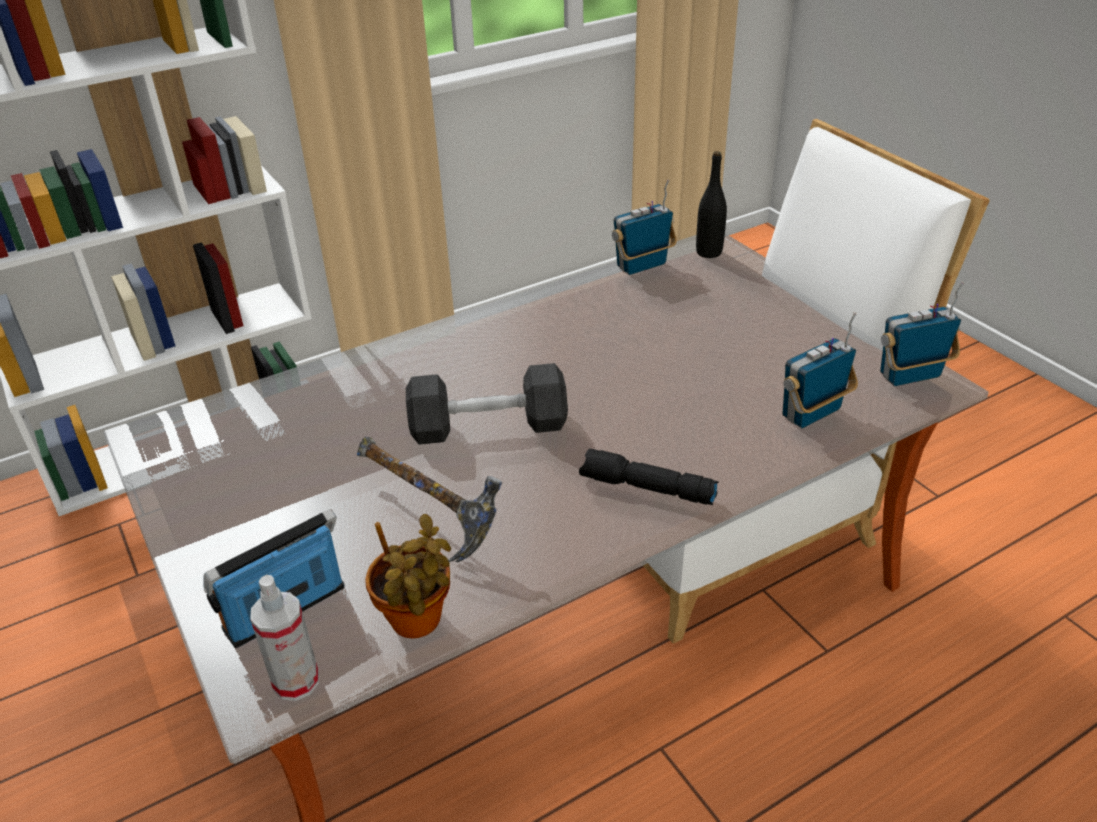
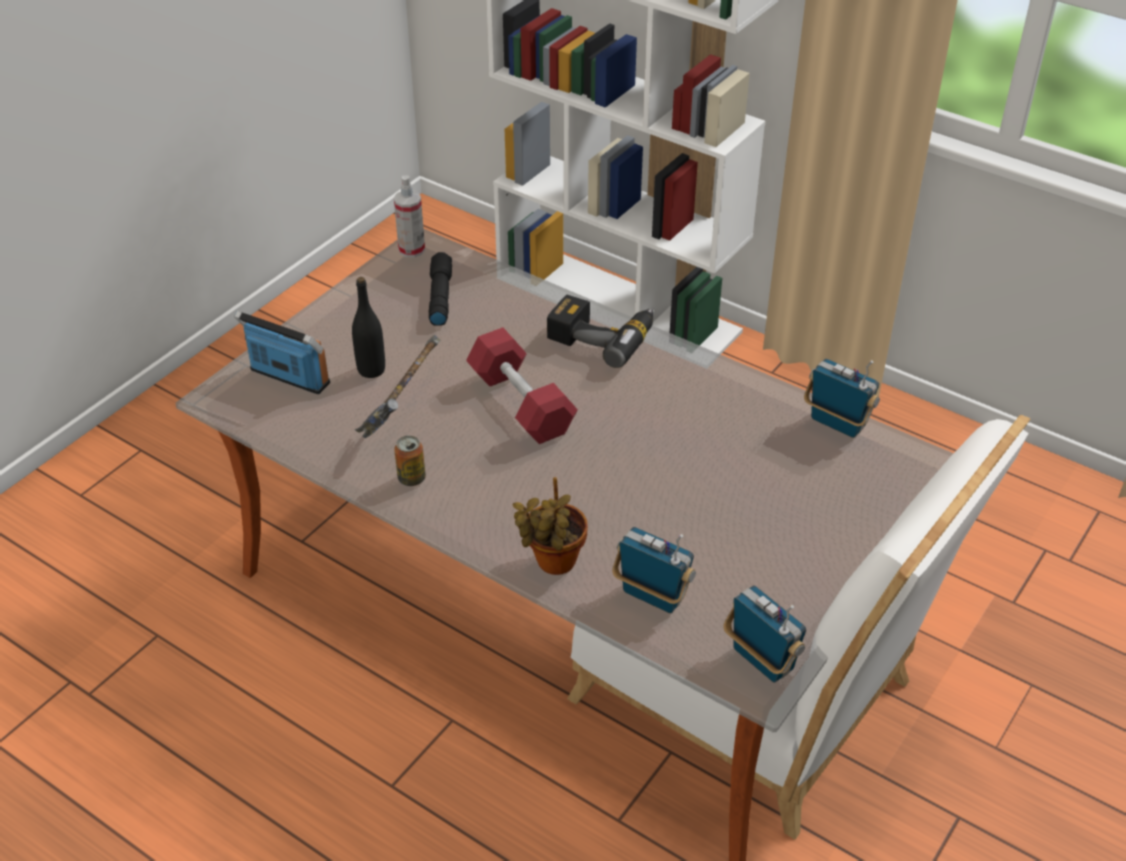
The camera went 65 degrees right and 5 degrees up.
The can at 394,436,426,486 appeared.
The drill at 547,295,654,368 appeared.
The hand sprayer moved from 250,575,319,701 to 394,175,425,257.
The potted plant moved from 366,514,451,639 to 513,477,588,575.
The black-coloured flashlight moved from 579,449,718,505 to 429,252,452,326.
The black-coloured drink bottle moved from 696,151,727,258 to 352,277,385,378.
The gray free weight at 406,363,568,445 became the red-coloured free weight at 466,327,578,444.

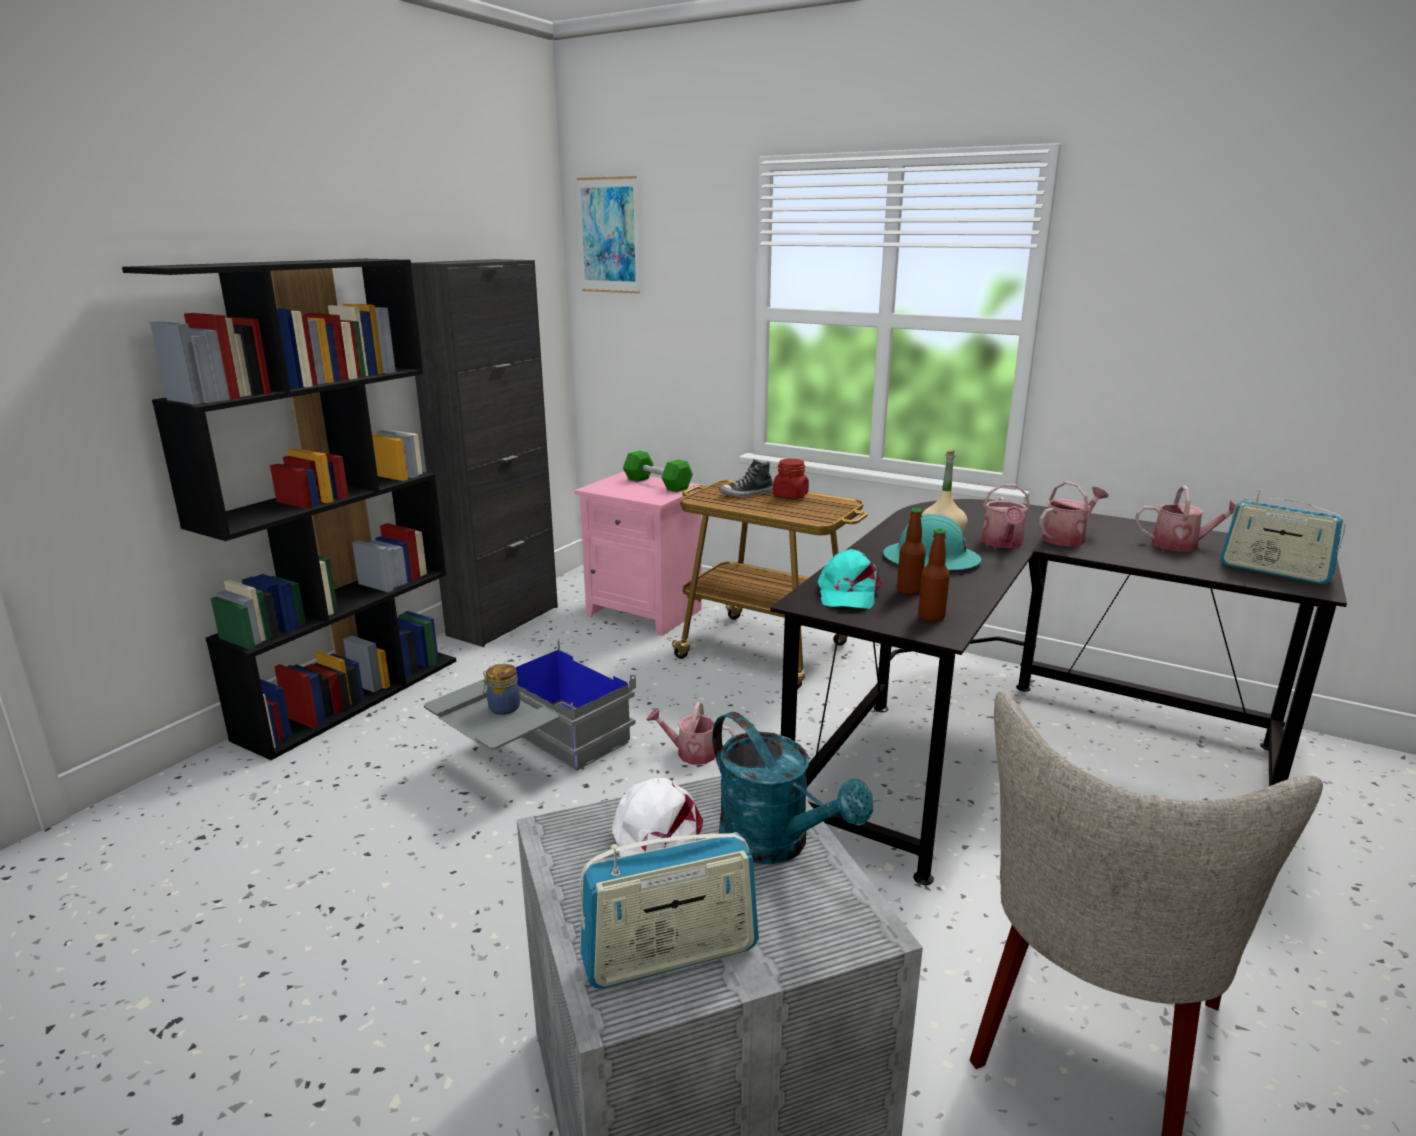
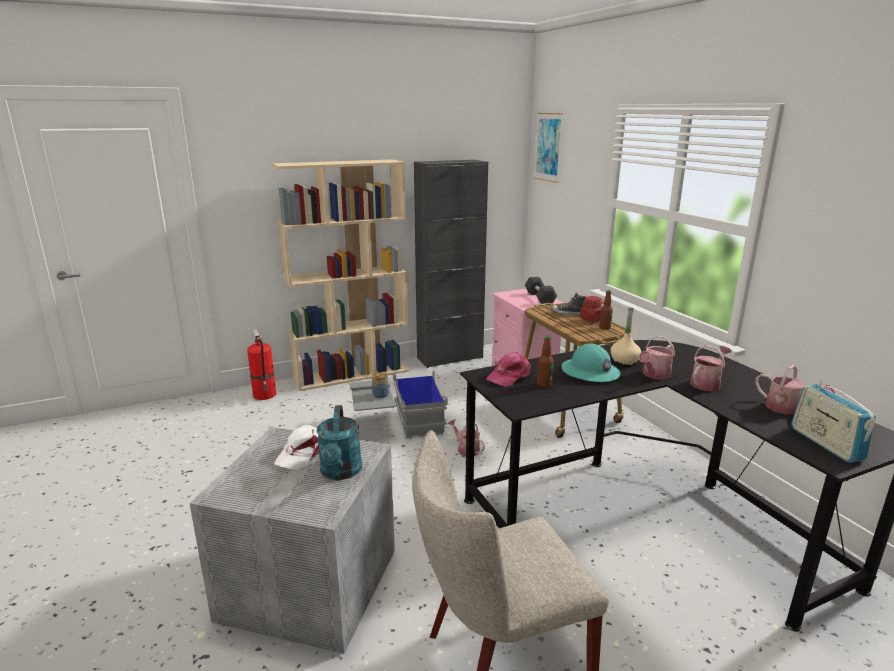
The camera went 35 degrees right and 0 degrees up.
The radio at 580,832,759,989 disappeared.
The fire extinguisher at 247,329,276,400 appeared.
The drink bottle moved from 918,529,950,622 to 599,290,613,330.
The black-coloured bookcase at 122,259,456,760 became the beige bookcase at 272,159,409,391.
The green free weight at 623,451,693,492 became the black-coloured free weight at 525,277,557,304.
The turquoise-coloured cap at 818,549,882,609 became the pink-coloured cap at 486,352,531,387.
The watering pot at 1039,481,1108,546 turned 45 degrees counterclockwise.

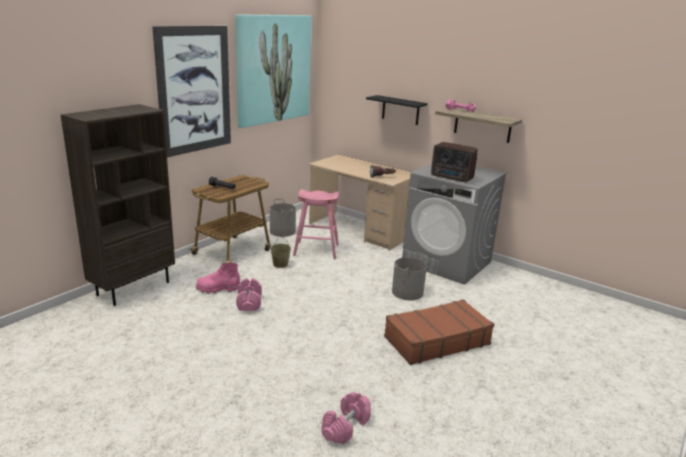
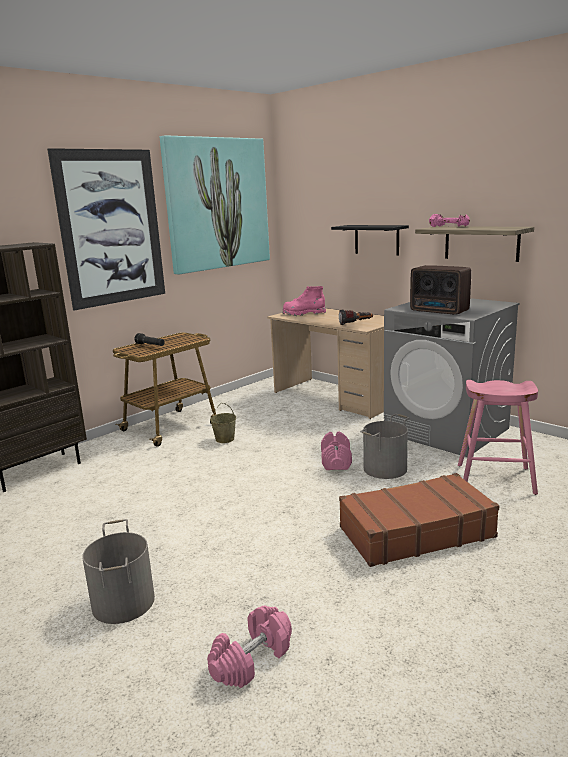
The camera went 10 degrees right and 5 degrees down.
The pink-coloured boot moved from 196,263,240,294 to 282,286,326,316.
The pink-coloured free weight moved from 236,278,262,311 to 321,432,352,470.
The gray pail moved from 270,198,296,237 to 82,519,155,624.
The pink-coloured sitting stool moved from 293,189,339,259 to 458,380,538,495.

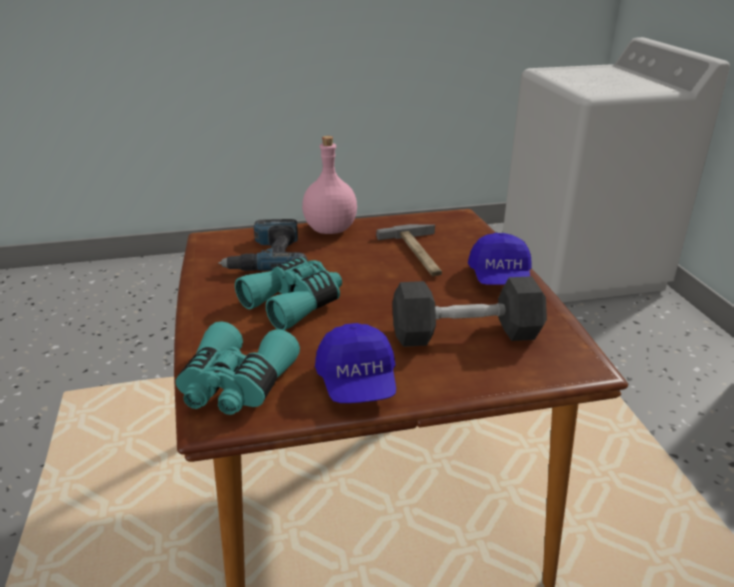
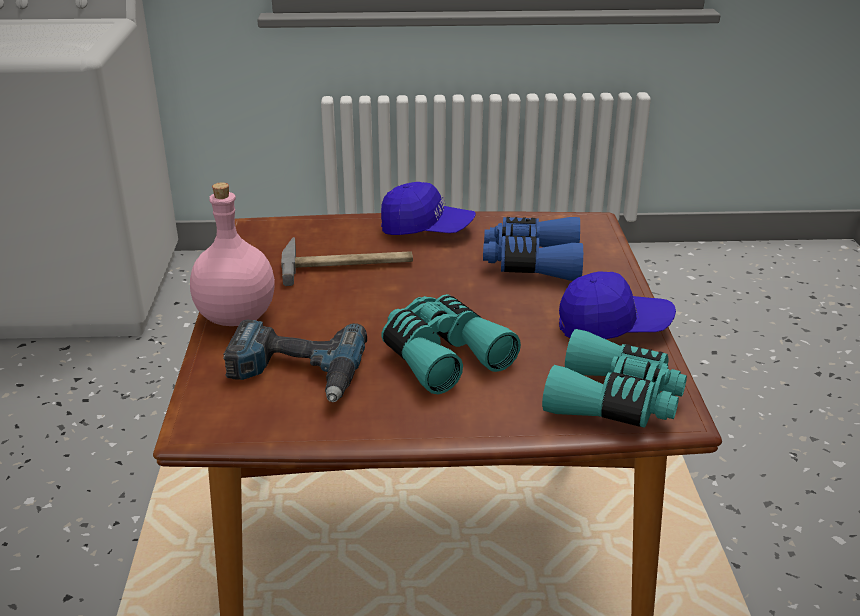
The camera went 80 degrees left and 0 degrees up.
The gray free weight at 392,276,547,347 was replaced by the blue-coloured field glasses at 483,217,583,281.

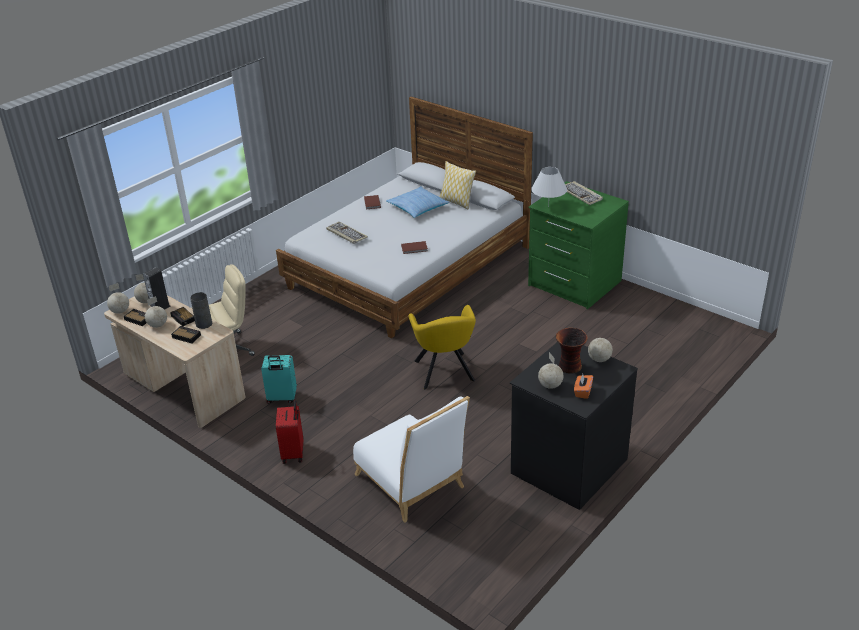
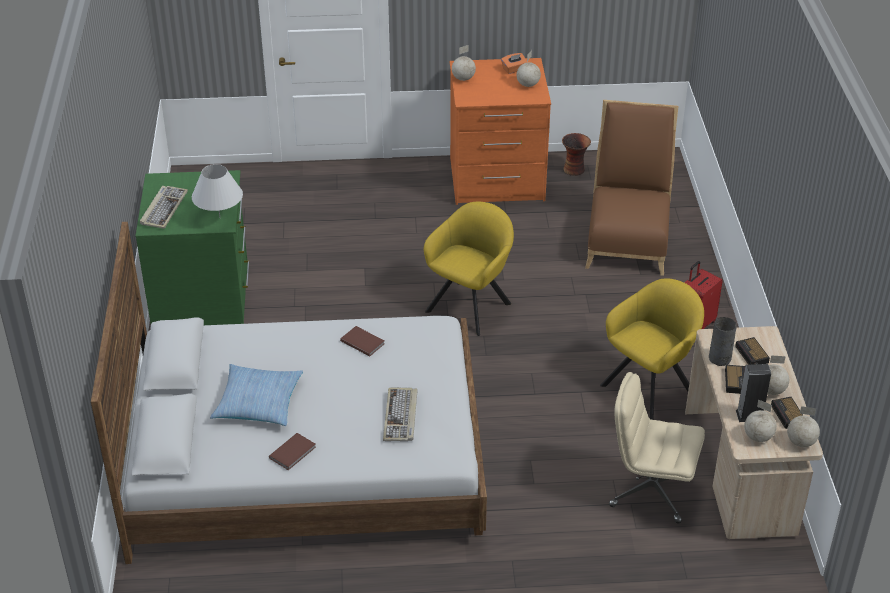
The camera went 135 degrees left and 5 degrees up.
The pillow at 439,161,476,209 disappeared.
The decorative vase moved from 556,328,588,374 to 562,133,591,176.
The turquoise-coloured piece of luggage at 261,355,297,404 was replaced by the yellowish easy chair at 600,278,704,420.
The whitish plain chair at 353,396,470,523 became the brownish plain chair at 585,100,678,276.
The black-coloured dresser at 510,342,638,510 became the orange-coloured dresser at 450,58,551,205.

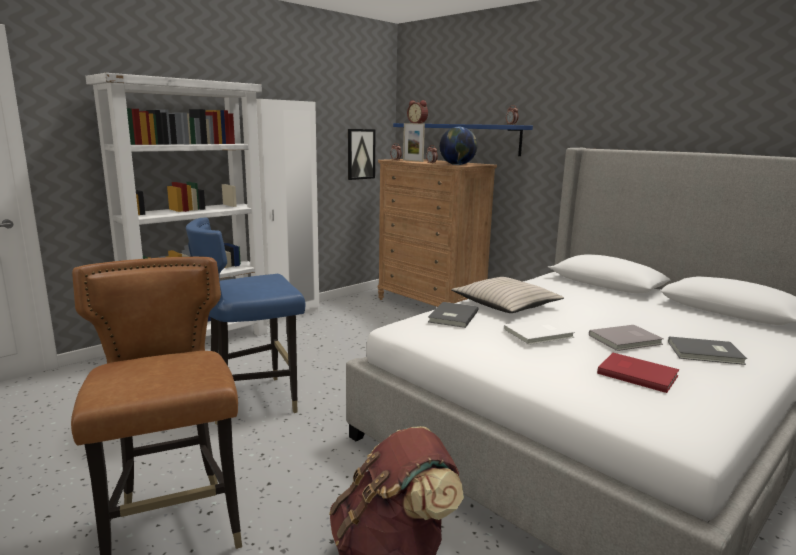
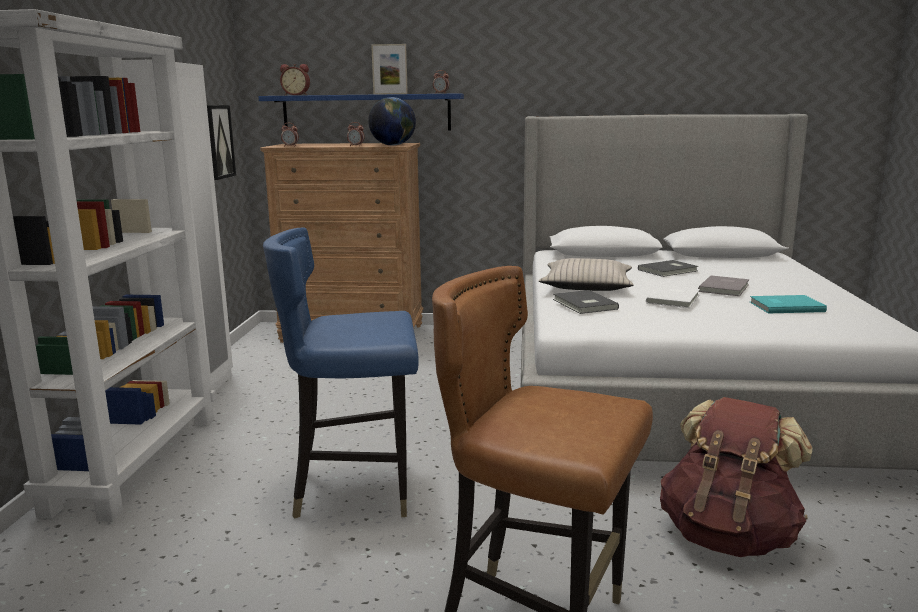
The camera went 40 degrees left and 0 degrees up.
The picture frame moved from 403,123,425,162 to 371,44,408,95.
The gray book moved from 668,336,747,365 to 638,260,698,277.
The red-coloured book at 597,353,679,393 became the turquoise-coloured book at 750,295,827,313.
The blue-coloured plain chair at 186,217,305,425 turned 60 degrees clockwise.

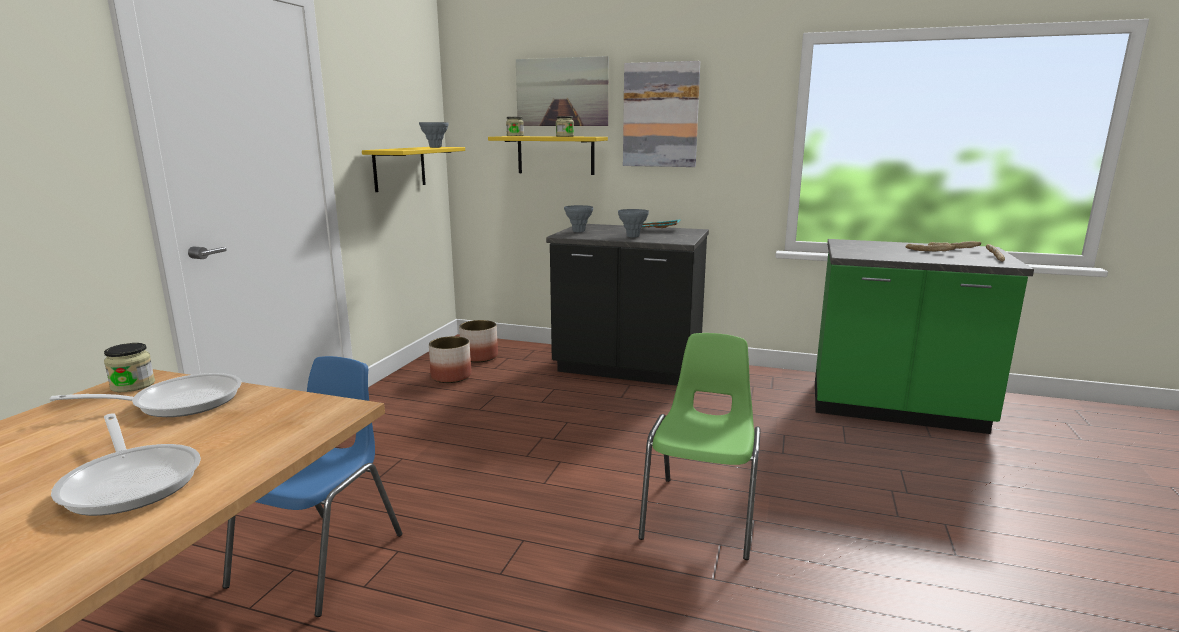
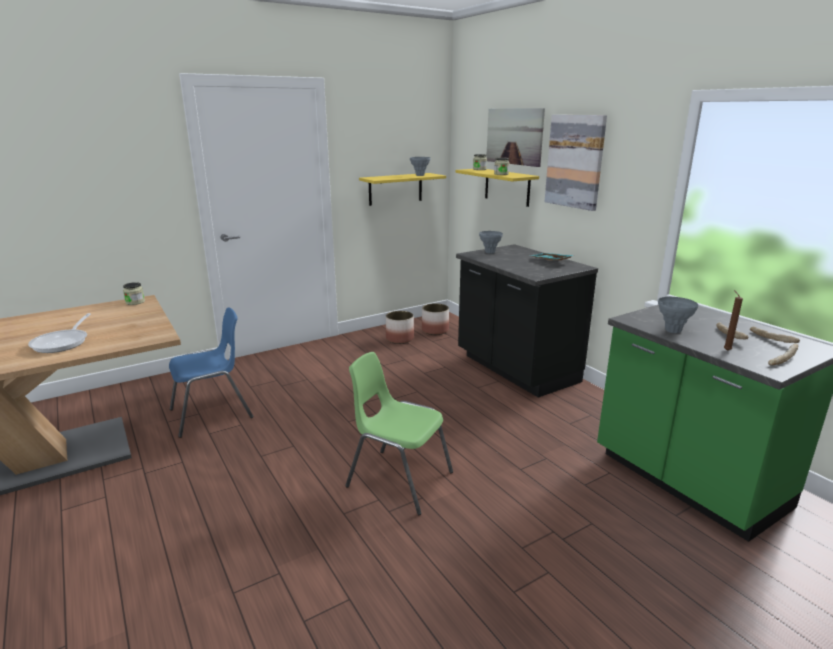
The camera went 40 degrees right and 5 degrees up.
The skillet at 50,373,241,417 disappeared.
The brownish wax candle at 724,290,743,351 appeared.
The gray decorative vase moved from 618,209,649,238 to 658,297,698,333.
The green plain chair at 638,333,760,560 turned 120 degrees counterclockwise.

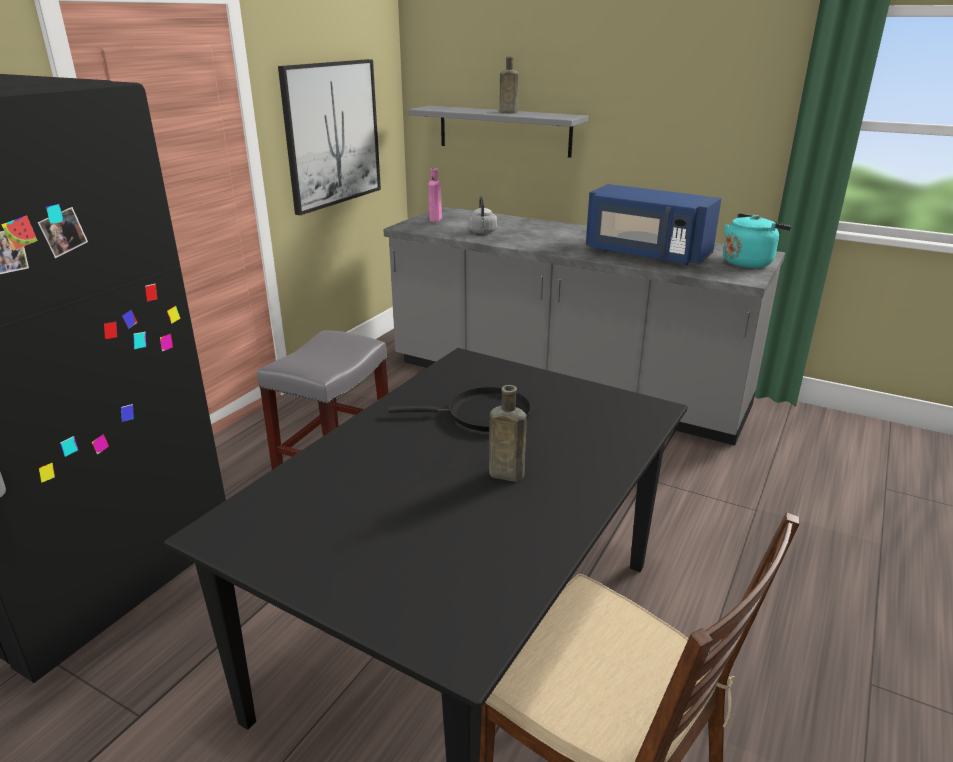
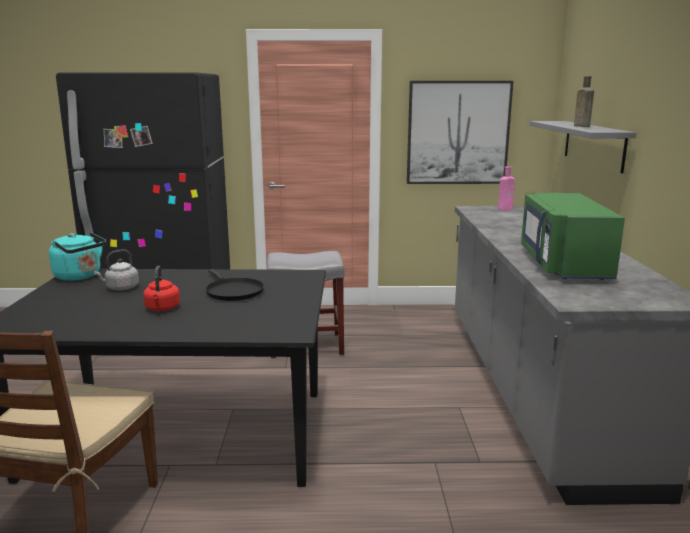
The camera went 60 degrees right and 10 degrees down.
The gray water kettle moved from 469,196,497,234 to 94,250,139,290.
The turquoise-coloured water kettle moved from 723,213,792,268 to 49,232,106,281.
The brownish drink bottle at 489,385,527,482 was replaced by the red-coloured water kettle at 143,266,180,311.
The blue-coloured microwave oven at 586,184,722,266 became the green microwave oven at 521,193,625,280.

